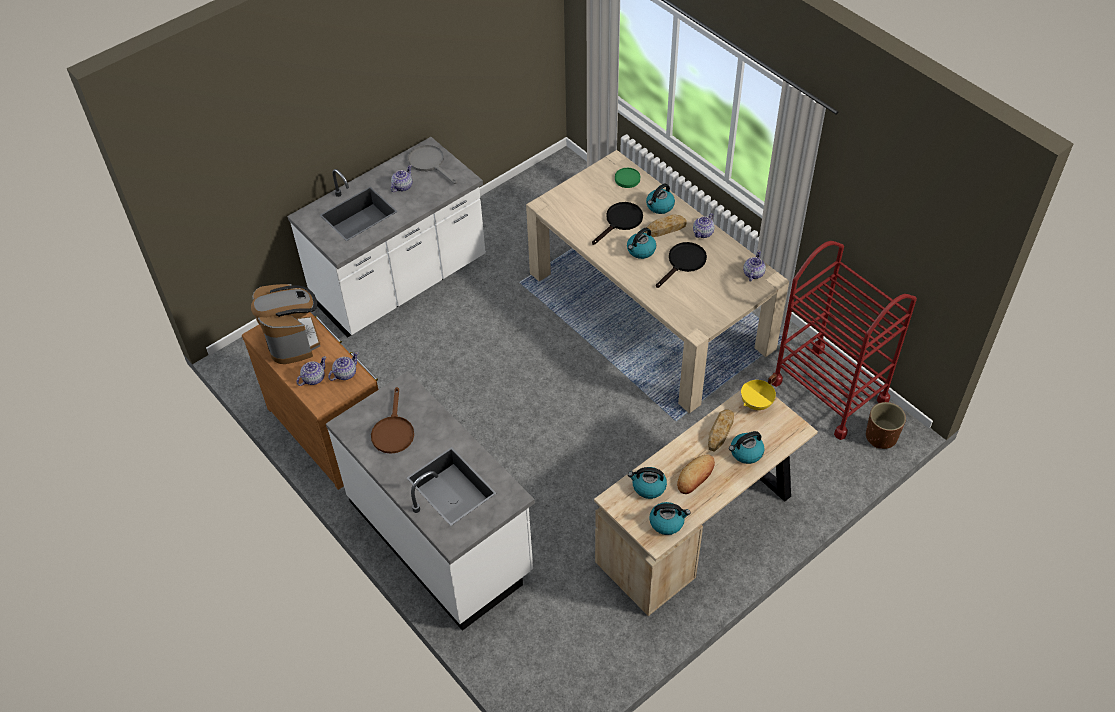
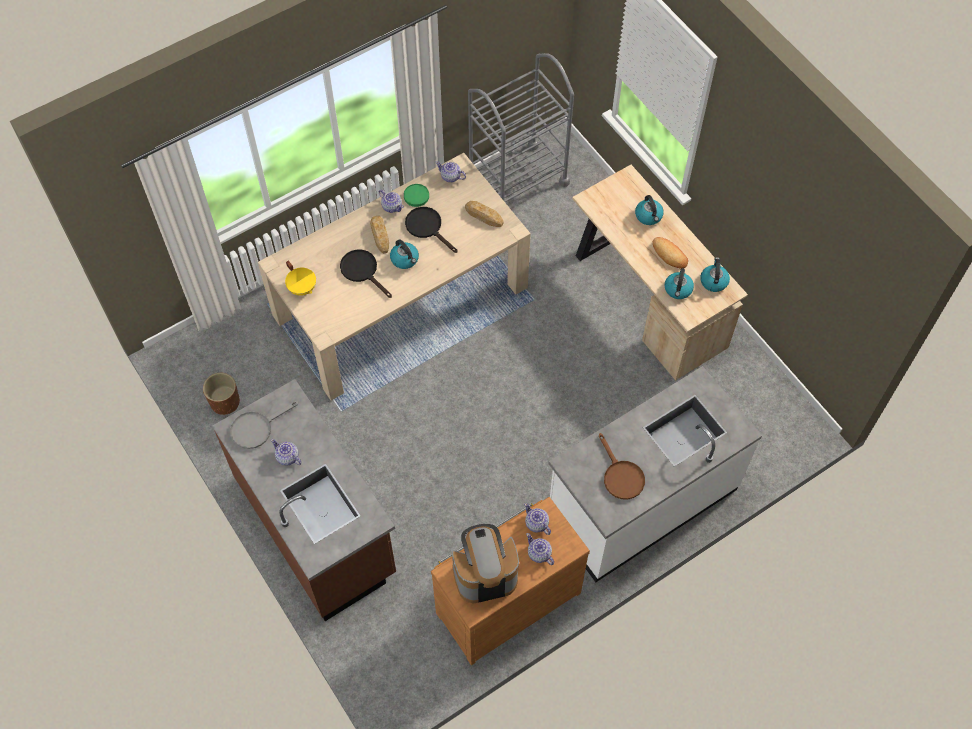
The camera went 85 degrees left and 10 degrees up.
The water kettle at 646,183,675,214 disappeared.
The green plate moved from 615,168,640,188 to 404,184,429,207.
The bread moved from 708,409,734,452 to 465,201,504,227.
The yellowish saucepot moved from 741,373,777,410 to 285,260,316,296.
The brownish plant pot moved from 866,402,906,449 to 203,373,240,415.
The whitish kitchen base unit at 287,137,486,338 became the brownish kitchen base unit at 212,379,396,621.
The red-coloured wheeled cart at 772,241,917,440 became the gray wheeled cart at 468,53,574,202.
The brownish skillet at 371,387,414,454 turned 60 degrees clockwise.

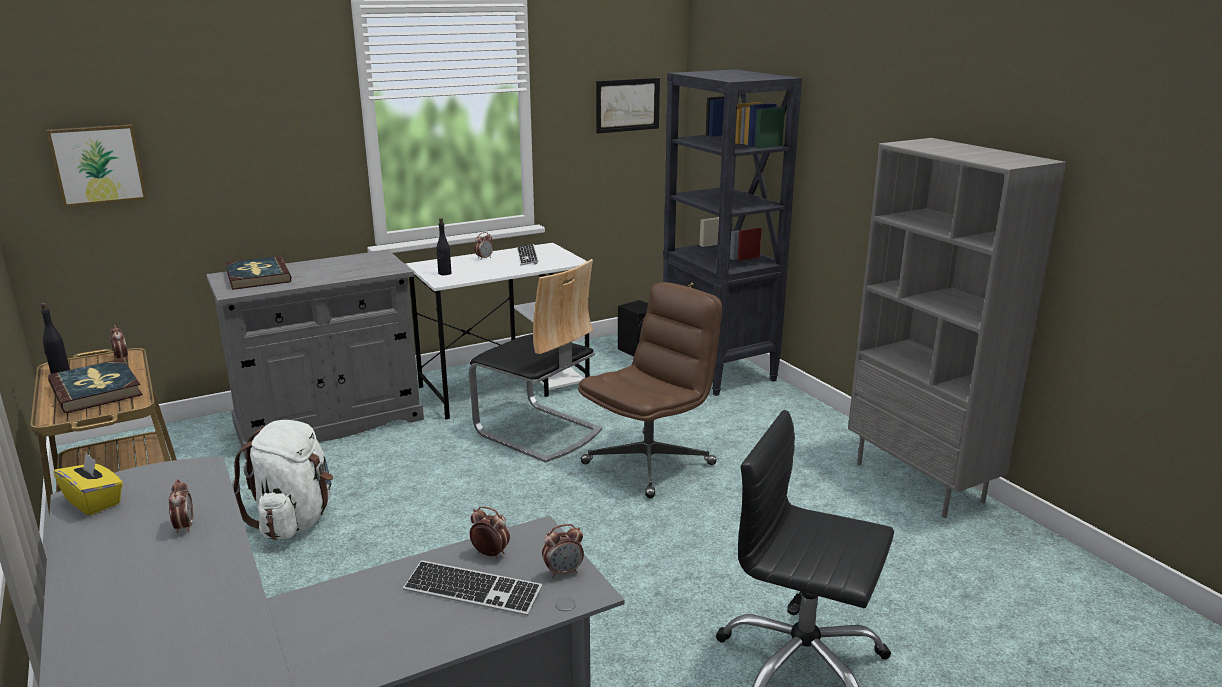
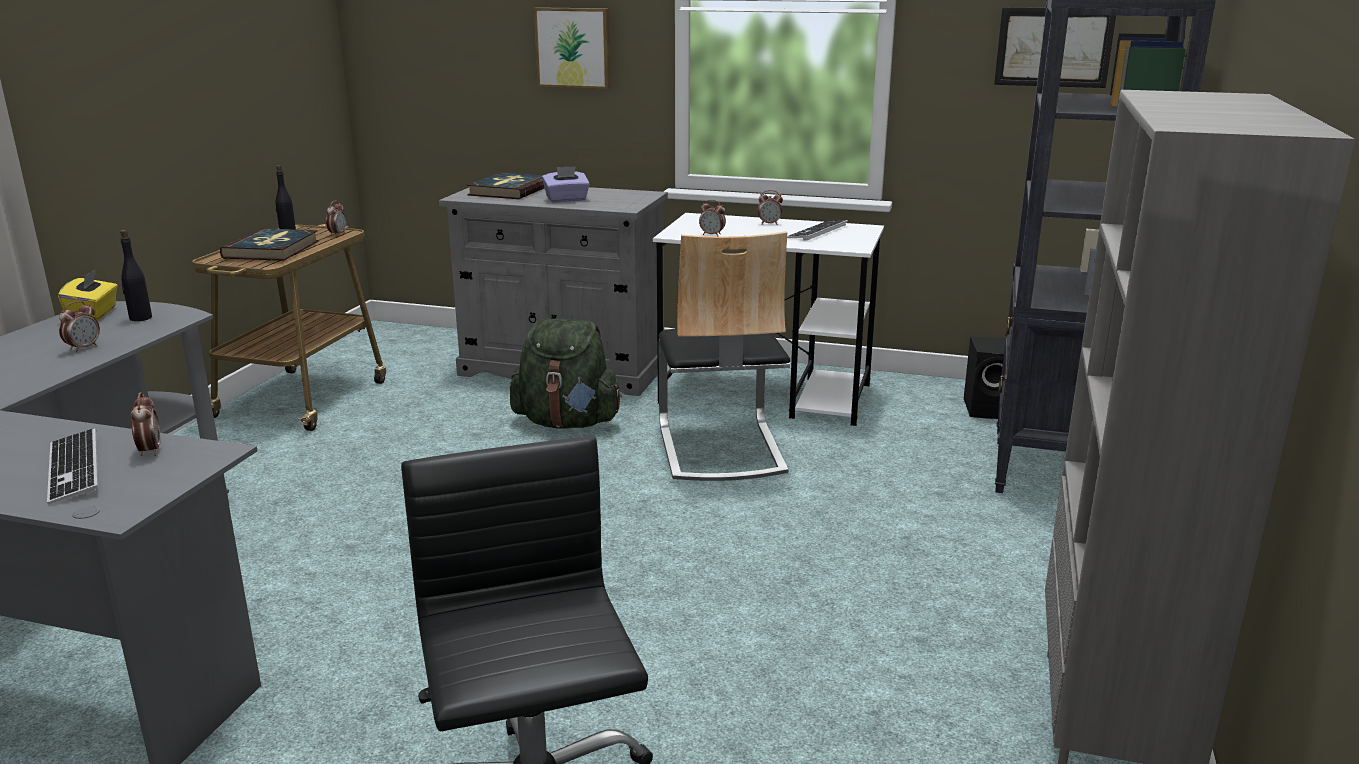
The camera went 45 degrees right and 0 degrees up.
The whitish rucksack at 232,420,333,540 disappeared.
The brownish office chair at 578,282,722,498 disappeared.
The green rucksack at 510,318,622,428 appeared.
The purplish tissue holder at 542,166,590,202 appeared.
The picture moved from 47,124,147,207 to 534,7,611,89.
The black-coloured drink bottle moved from 437,218,451,275 to 120,230,152,321.
The table clock moved from 542,524,584,578 to 699,200,726,236.

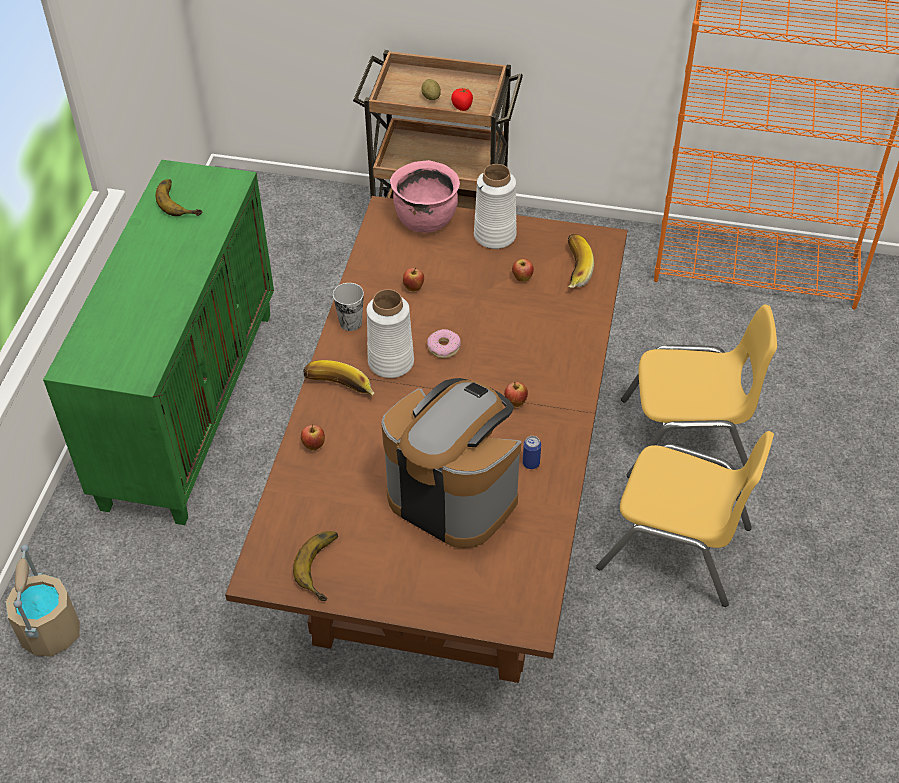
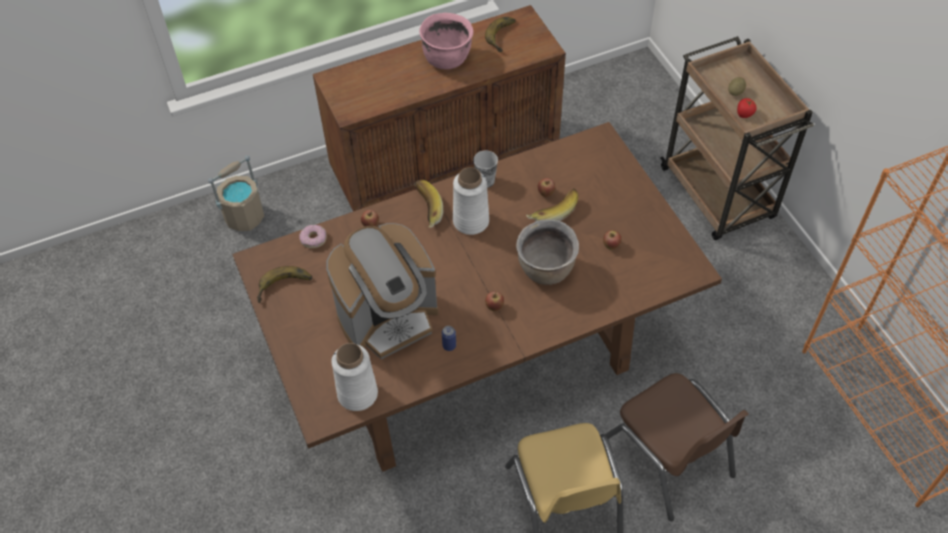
The camera went 55 degrees right and 5 degrees up.
The brownish saucepot at 516,220,579,285 appeared.
The pink-coloured saucepot moved from 390,160,460,233 to 419,13,474,69.
The donut moved from 427,329,461,358 to 299,225,327,249.
The whitish decorative vase moved from 474,164,516,249 to 331,343,378,411.
The whole banana moved from 568,234,594,288 to 526,188,579,222.
The green storage cabinet at 43,160,274,525 became the brownish storage cabinet at 313,5,566,211.
The yellowish plain chair at 621,304,777,478 became the brownish plain chair at 605,373,749,521.
The coffee maker at 381,378,521,548 turned 60 degrees clockwise.

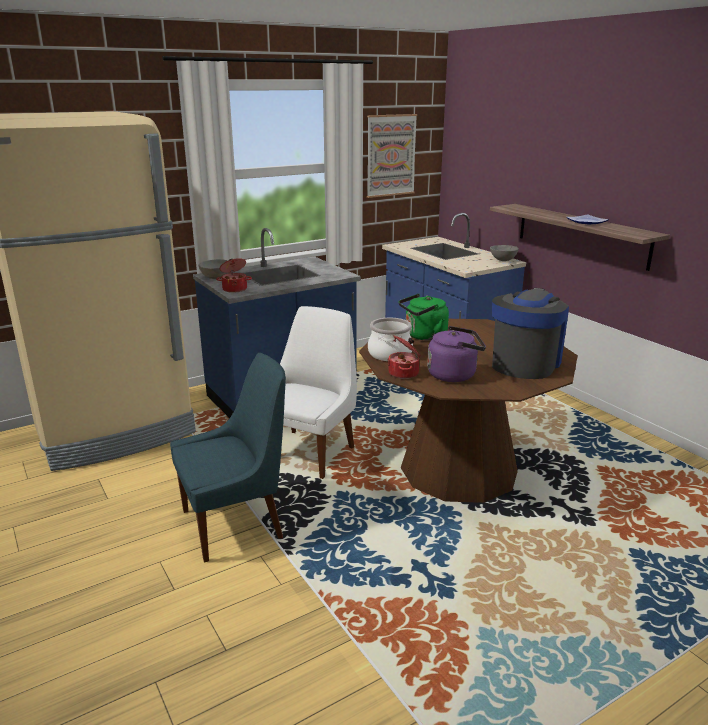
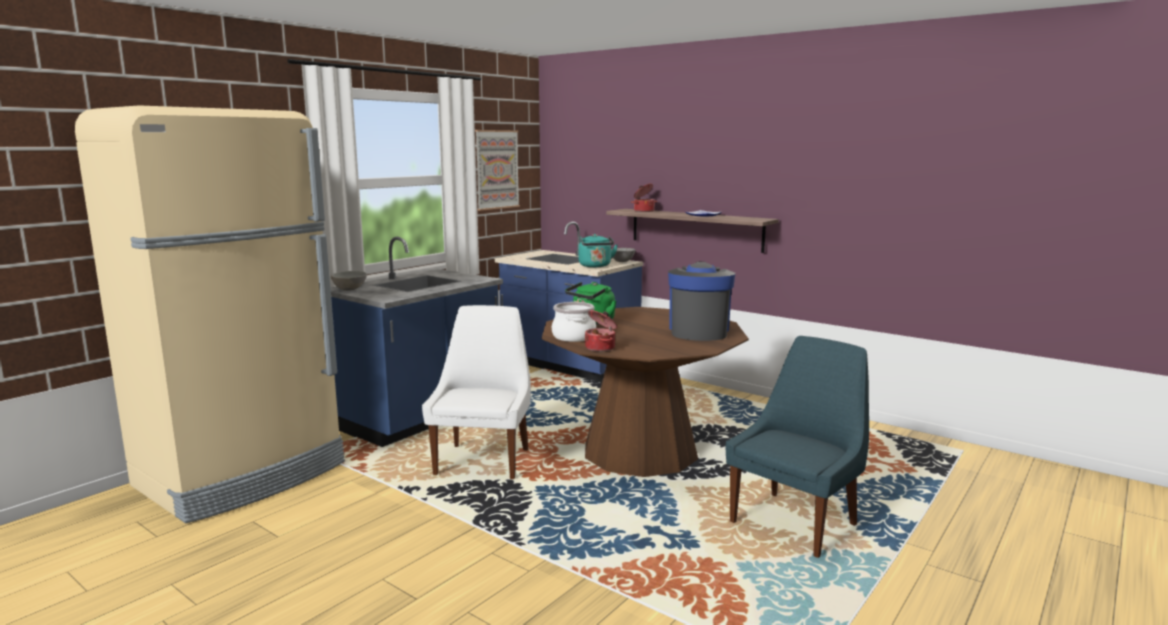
The camera went 20 degrees left and 10 degrees down.
The purplish water kettle at 427,326,486,382 disappeared.
The turquoise-coloured water kettle at 578,234,618,267 appeared.
The blue-coloured plain chair moved from 170,353,286,562 to 726,336,869,558.
The saucepot moved from 216,258,252,293 to 631,183,658,212.

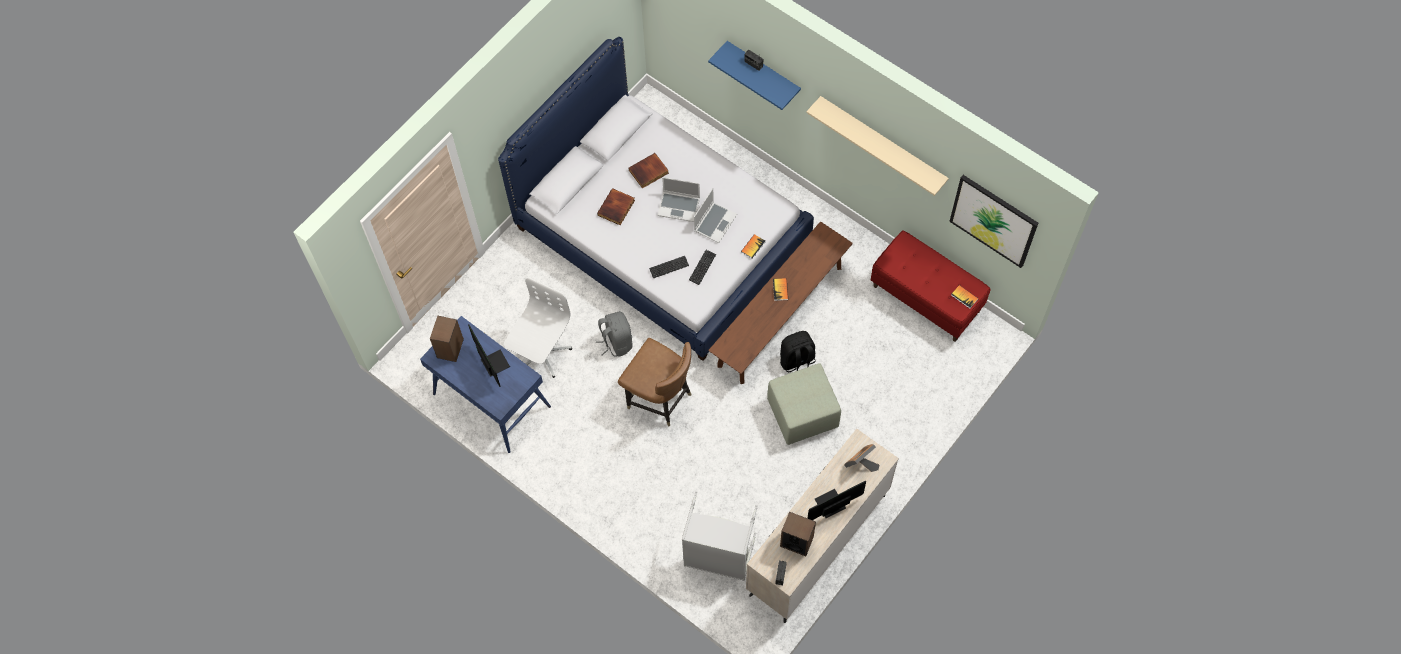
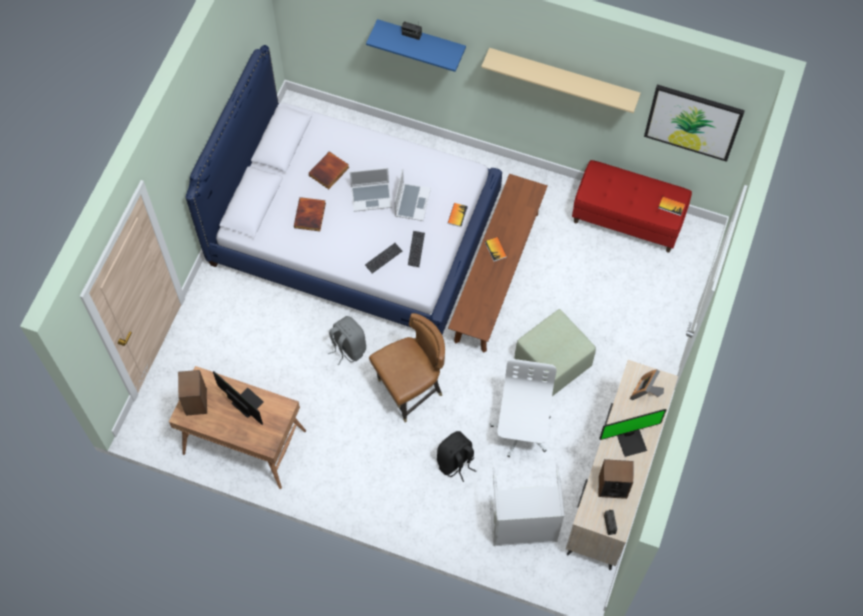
The camera went 20 degrees left and 0 degrees up.
The whitish office chair moved from 504,278,572,378 to 490,359,557,457.
The black-coloured rucksack moved from 780,331,816,372 to 437,431,476,482.
The blue-coloured desk unit at 420,316,551,453 became the brownish desk unit at 169,366,306,489.
The brownish plain chair at 618,338,691,427 turned 45 degrees counterclockwise.
The computer screen at 808,481,866,520 turned 150 degrees counterclockwise.

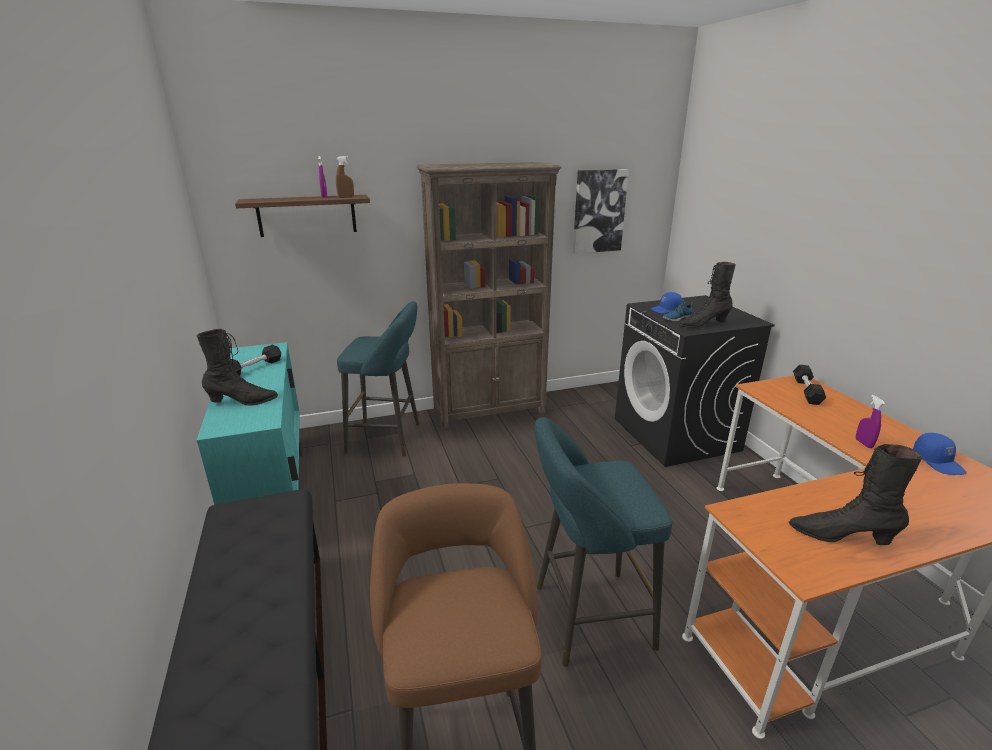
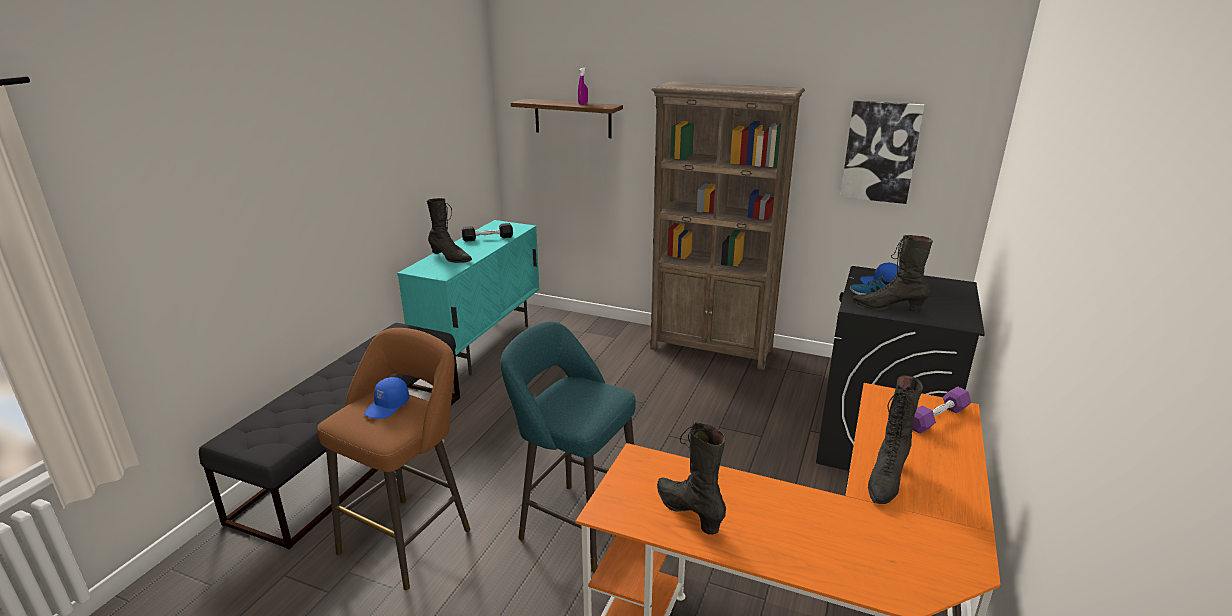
The camera went 40 degrees right and 0 degrees up.
The brownish hand sprayer at 336,156,354,198 disappeared.
The turquoise-coloured sitting stool at 337,301,419,456 disappeared.
The blue-coloured cap moved from 913,433,967,475 to 364,377,409,419.
The purplish hand sprayer at 856,395,885,448 was replaced by the black-coloured boot at 868,376,923,504.
The black-coloured free weight at 793,365,826,405 became the purplish free weight at 913,387,971,434.

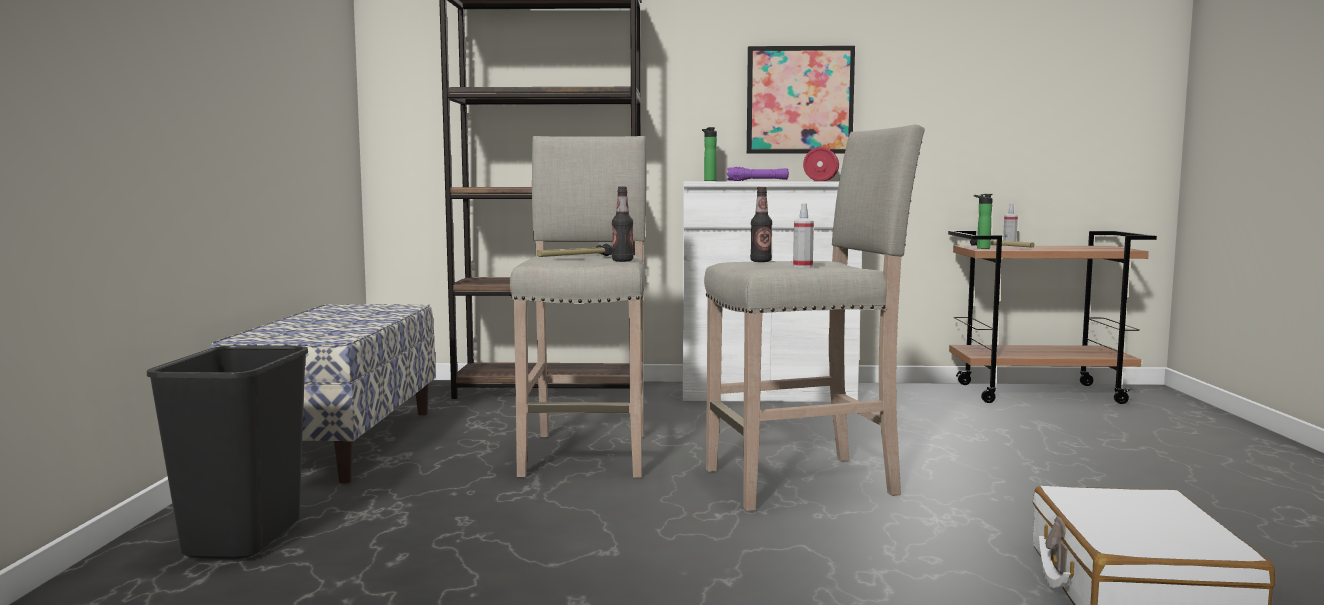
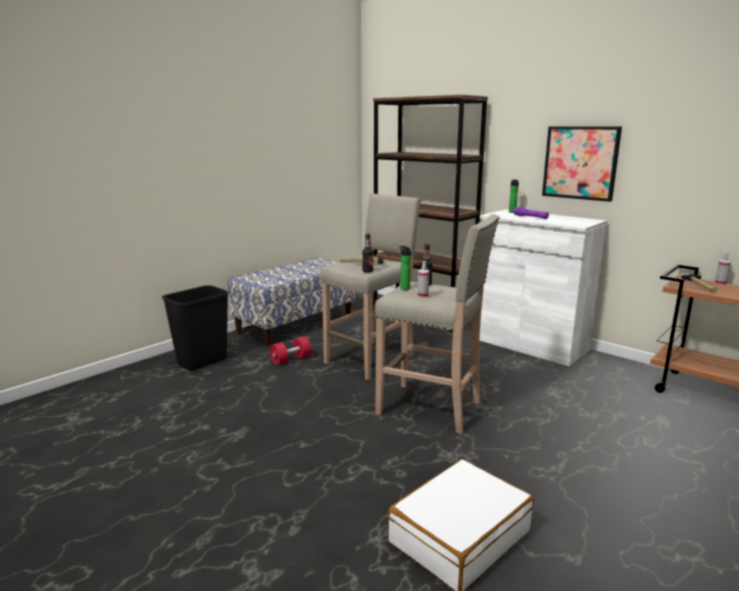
The camera went 40 degrees right and 10 degrees up.
The red-coloured free weight moved from 803,147,839,181 to 270,337,311,365.
The drink bottle moved from 974,194,993,249 to 400,246,411,290.

